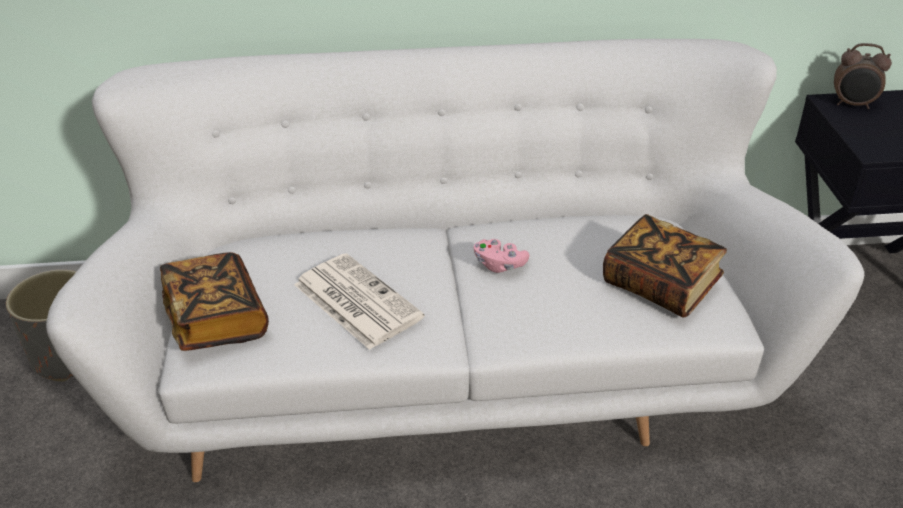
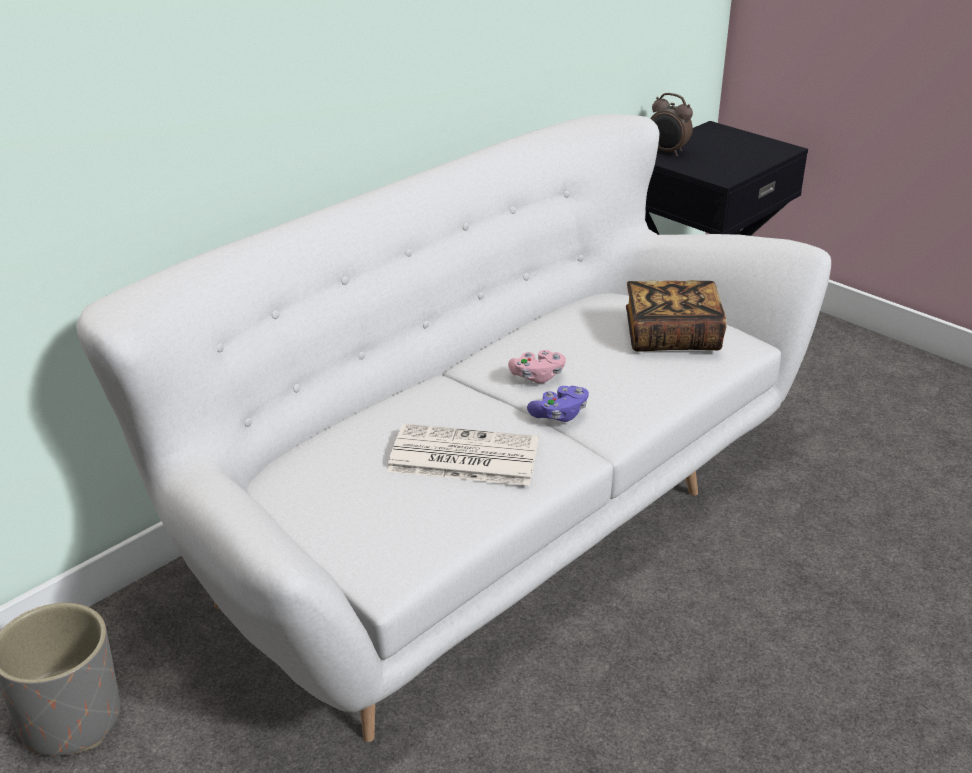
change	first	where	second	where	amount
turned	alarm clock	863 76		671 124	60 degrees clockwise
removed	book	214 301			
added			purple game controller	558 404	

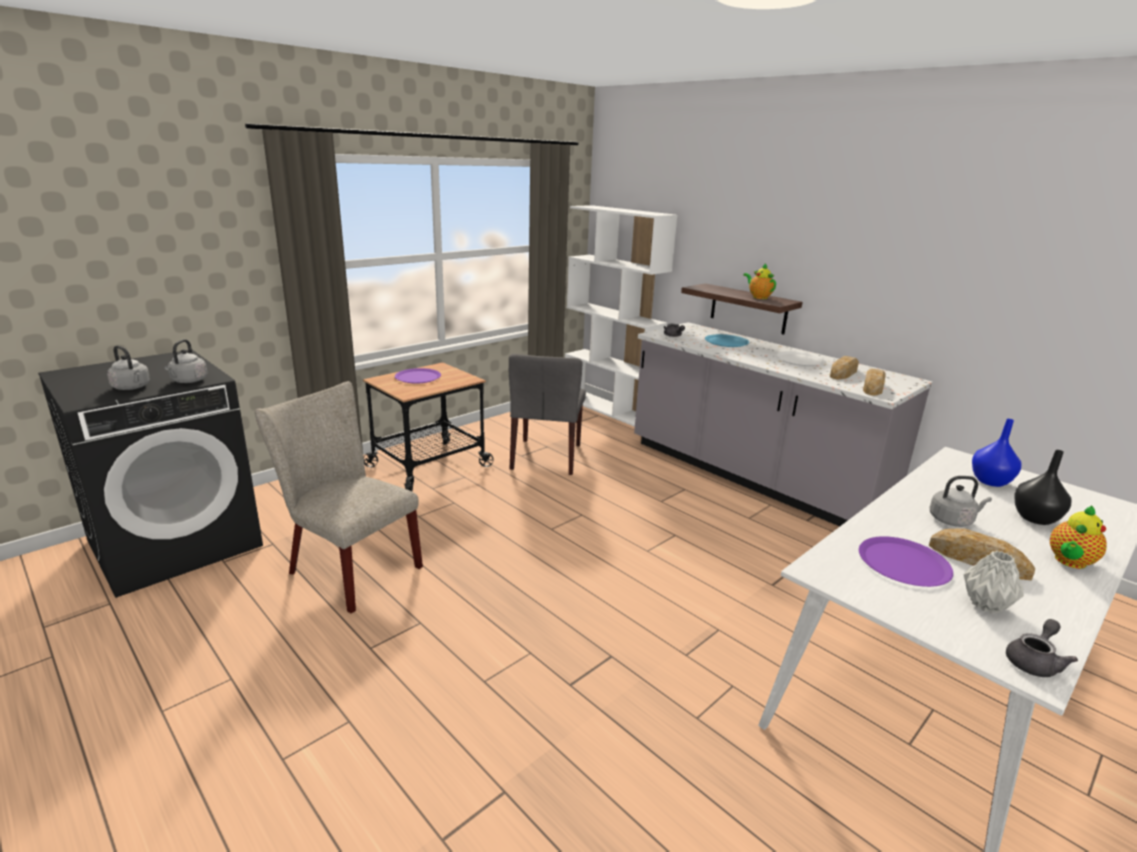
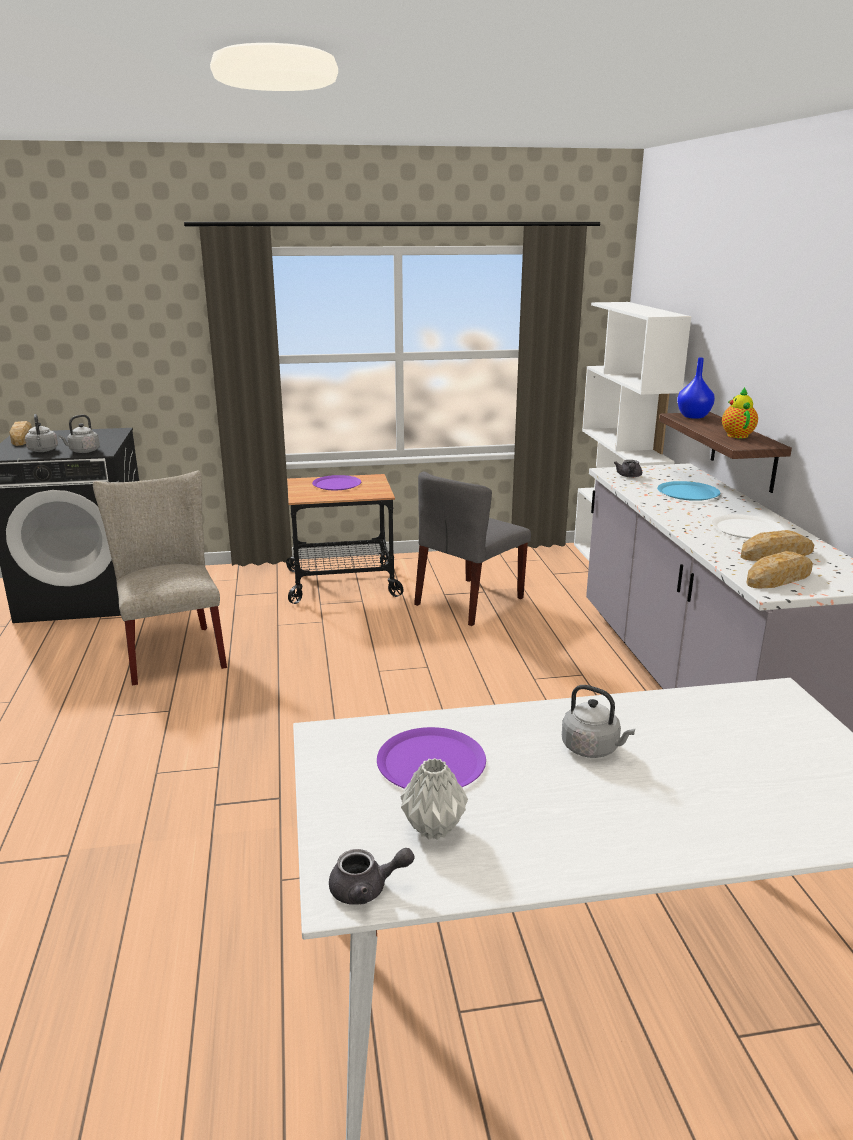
change	first	where	second	where	amount
moved	blue vase	997 453		696 388	
removed	black vase	1043 487			
removed	teapot	1078 537			
moved	bread	982 554		20 433	

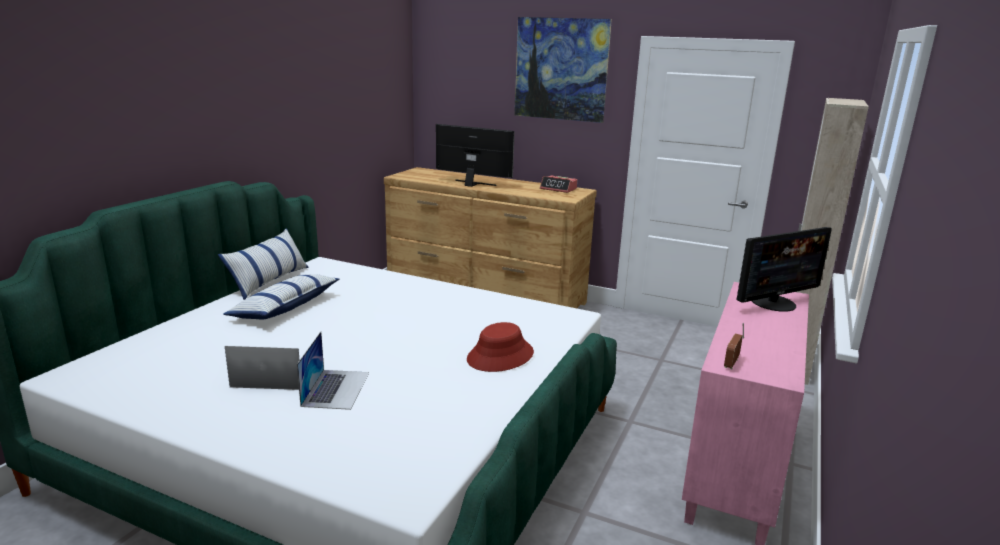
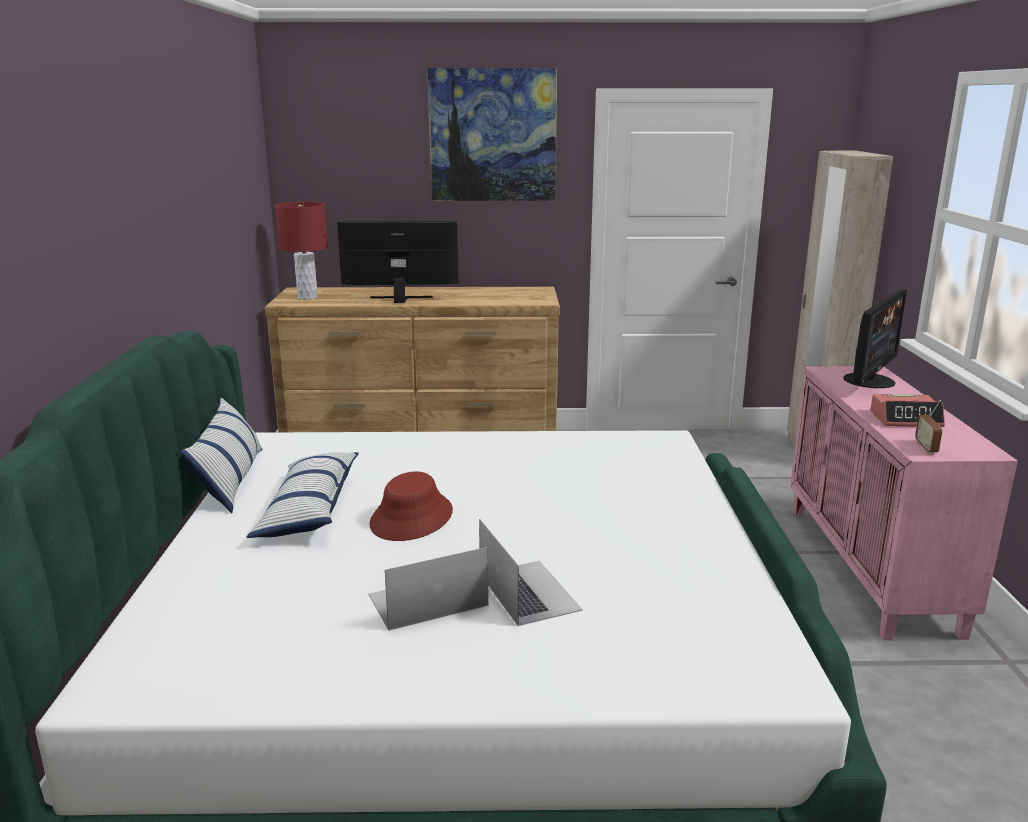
change	first	where	second	where	amount
moved	alarm clock	558 184		907 410	
moved	red hat	500 347		411 506	
added			red table lamp	301 251	

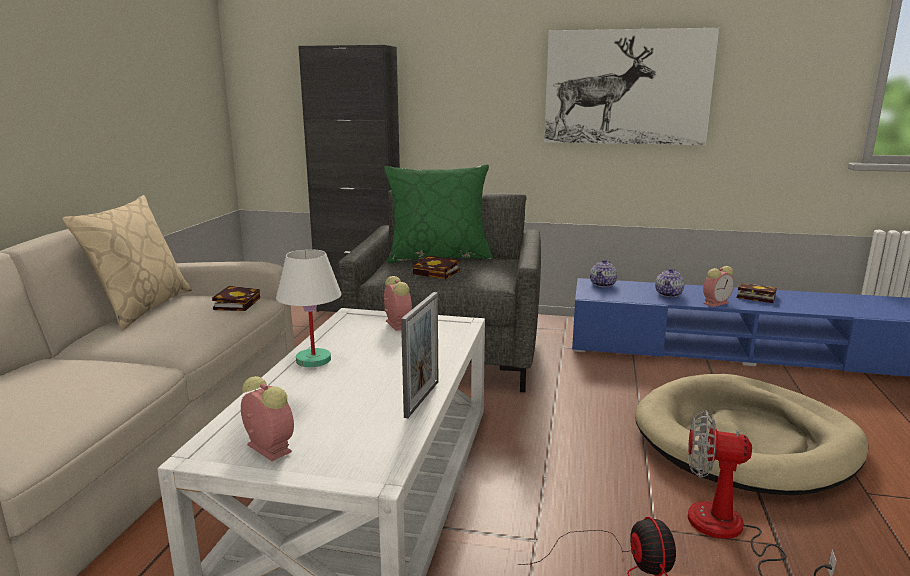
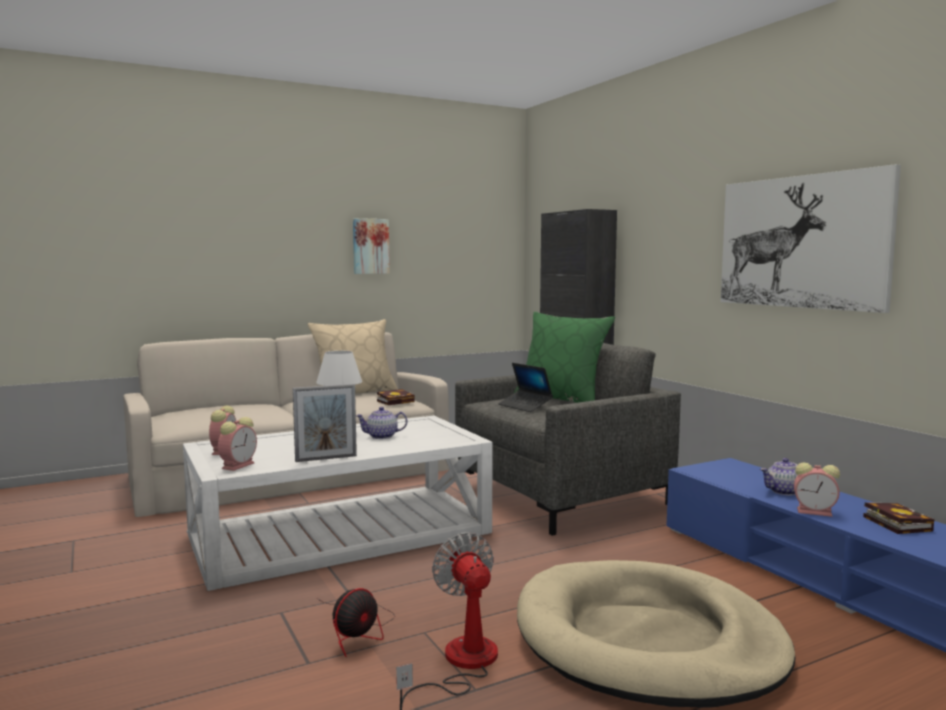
change	first	where	second	where	amount
replaced	book	436 267	laptop	526 387	
moved	teapot	603 273		381 423	
moved	alarm clock	398 303		237 444	
added			picture	371 246	

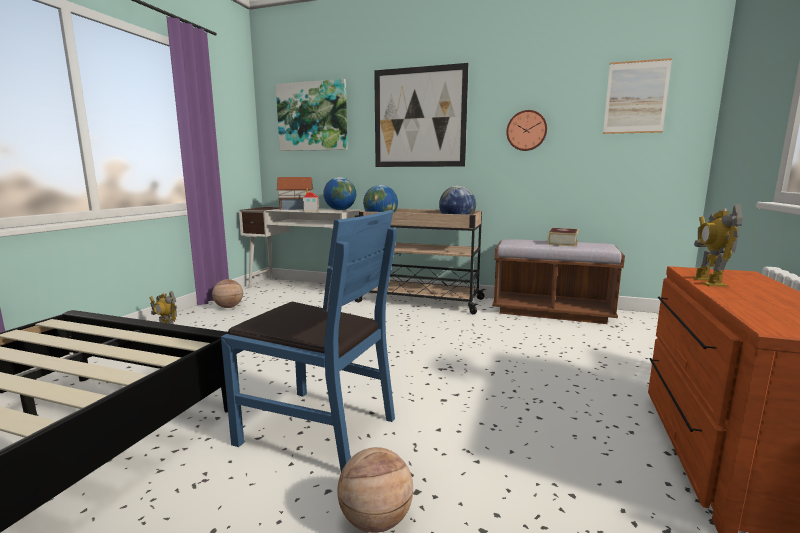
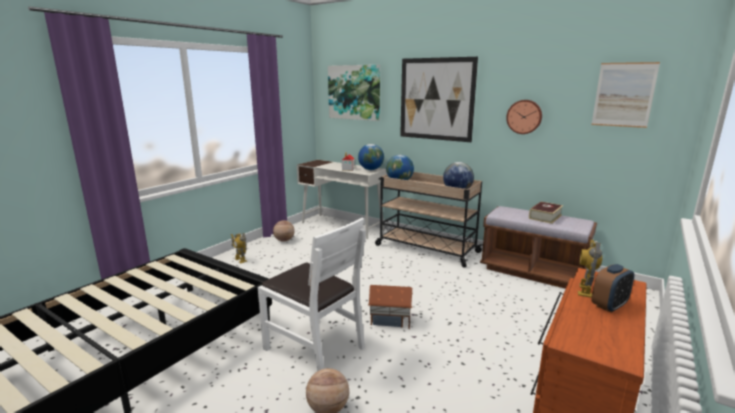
change	first	where	second	where	amount
moved	toy house	295 193		390 307	
recoloured	blue chair	309 341	white chair	312 294	
added			alarm clock	613 288	

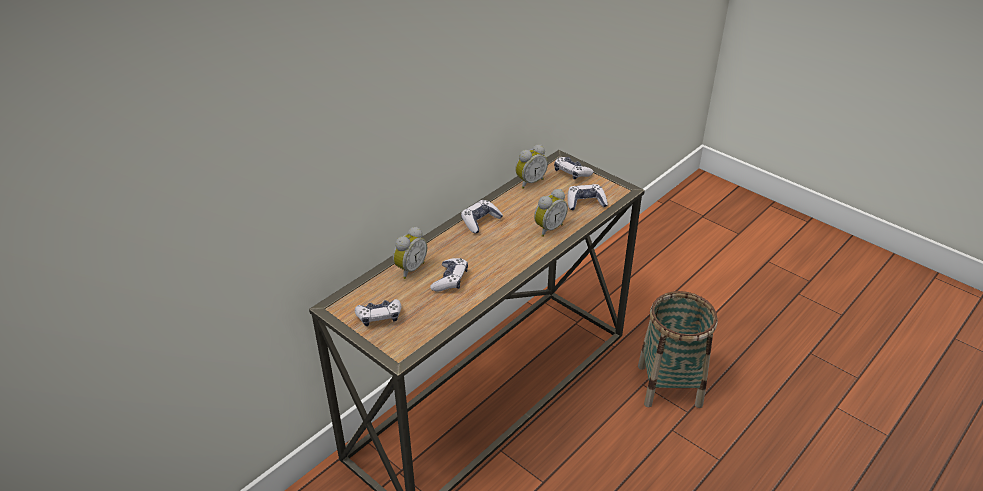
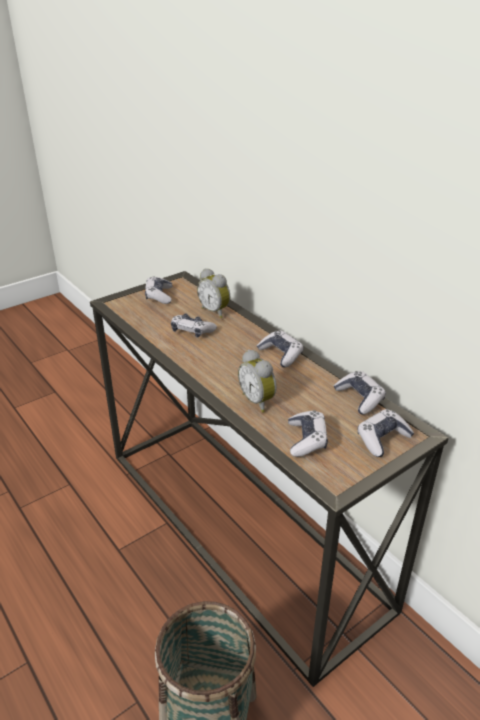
change	first	where	second	where	amount
replaced	alarm clock	531 167	game controller	360 393	

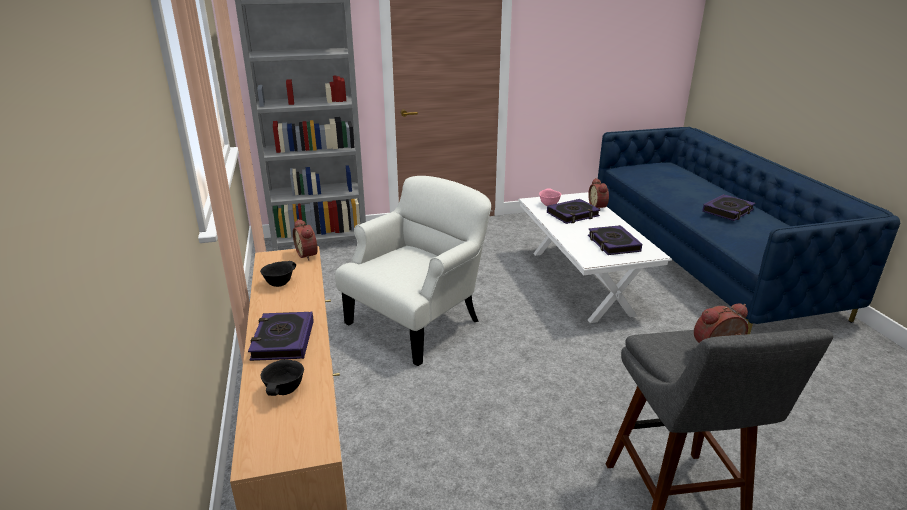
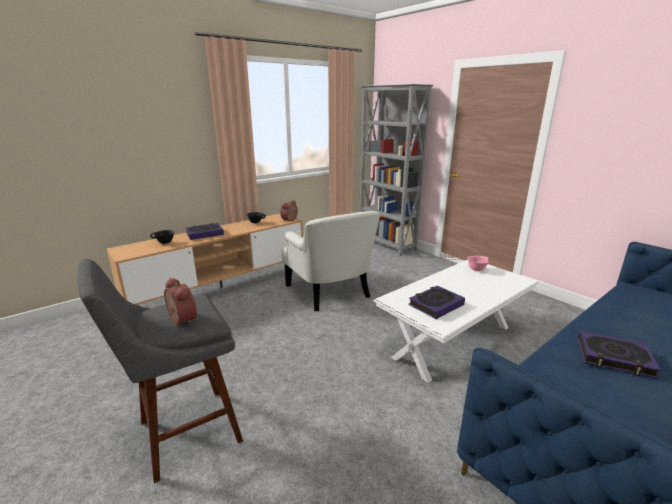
change	first	where	second	where	amount
turned	white armchair	413 271		331 261	45 degrees clockwise
removed	alarm clock	598 194			
removed	book	573 211			

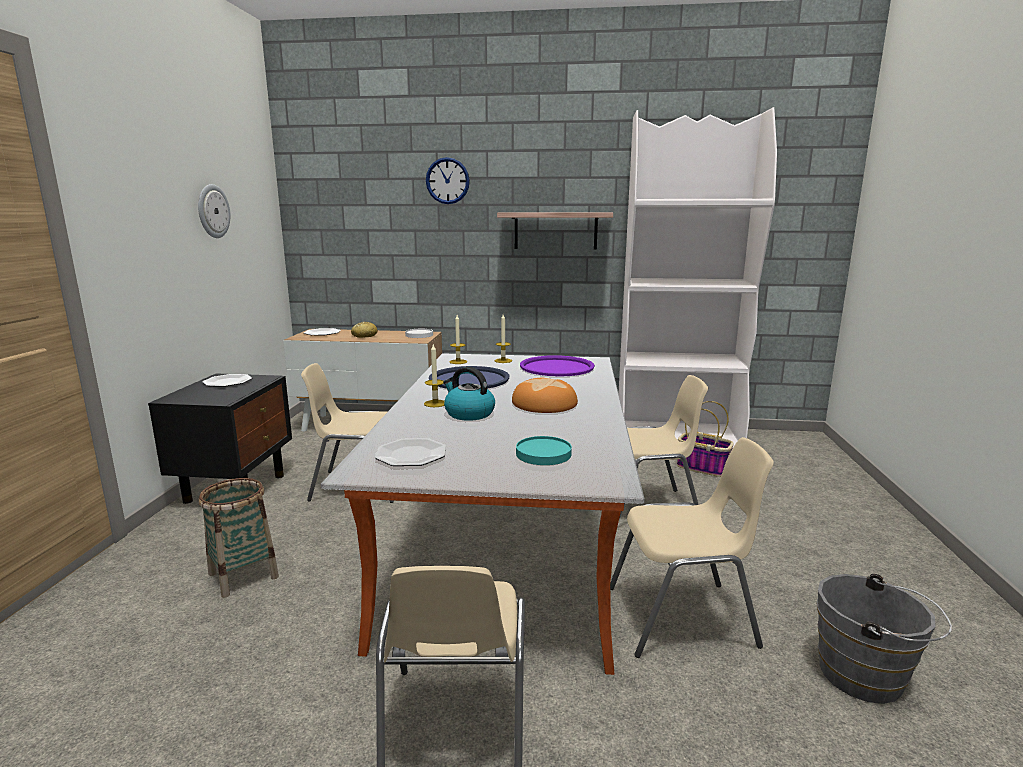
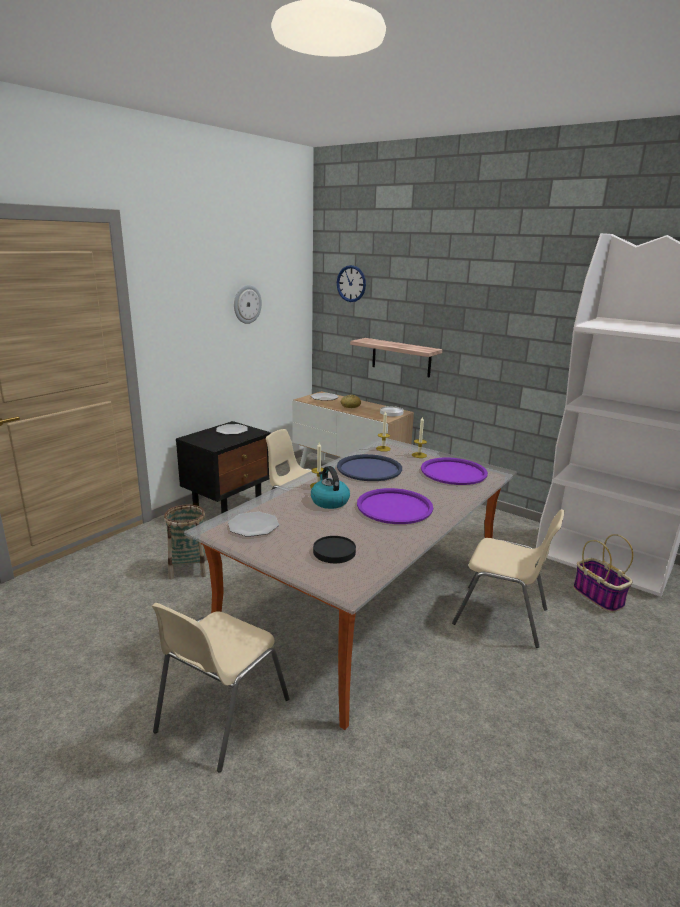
change	first	where	second	where	amount
moved	wall clock	448 180		351 283	
moved	shelf	555 230		396 357	
replaced	bread	545 395	purple tray	395 506	
recoloured	turquoise plate	544 450	black plate	334 549	
removed	beige chair	692 547			
removed	grey bucket	884 639			

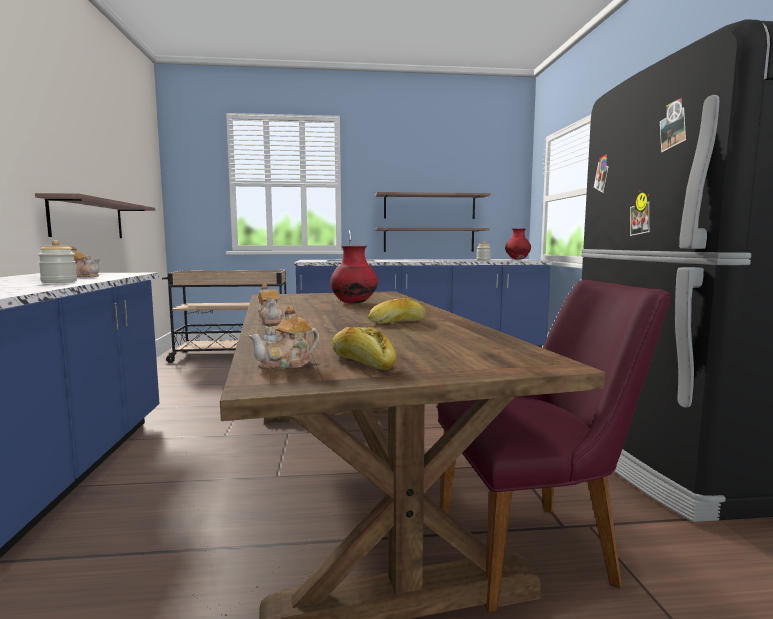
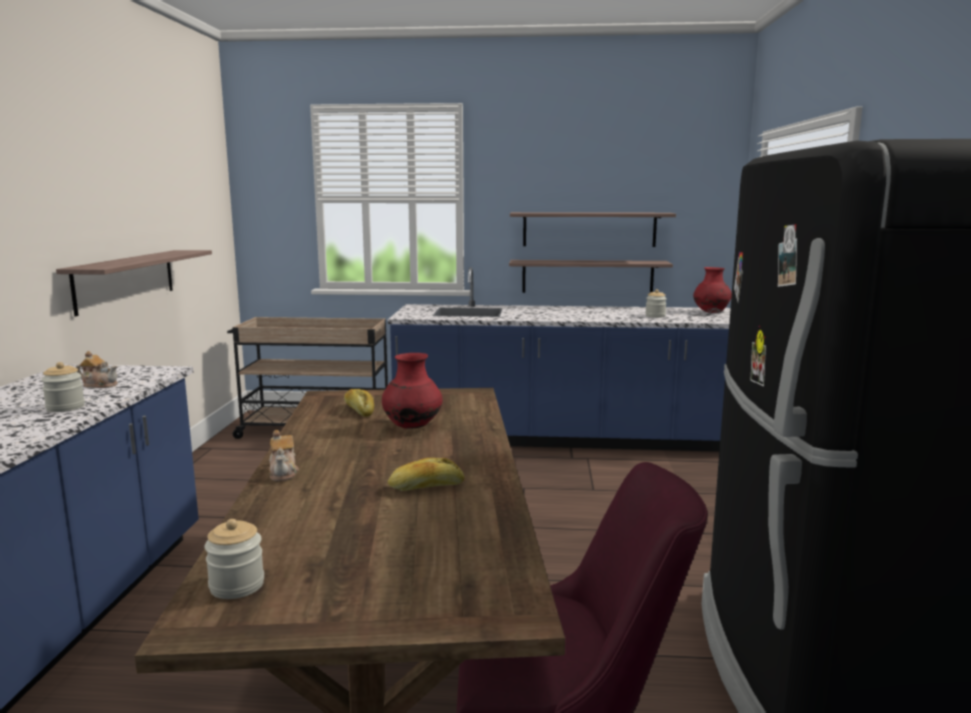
change	first	where	second	where	amount
replaced	teapot	284 338	jar	234 559	
moved	bread	363 348		359 403	

